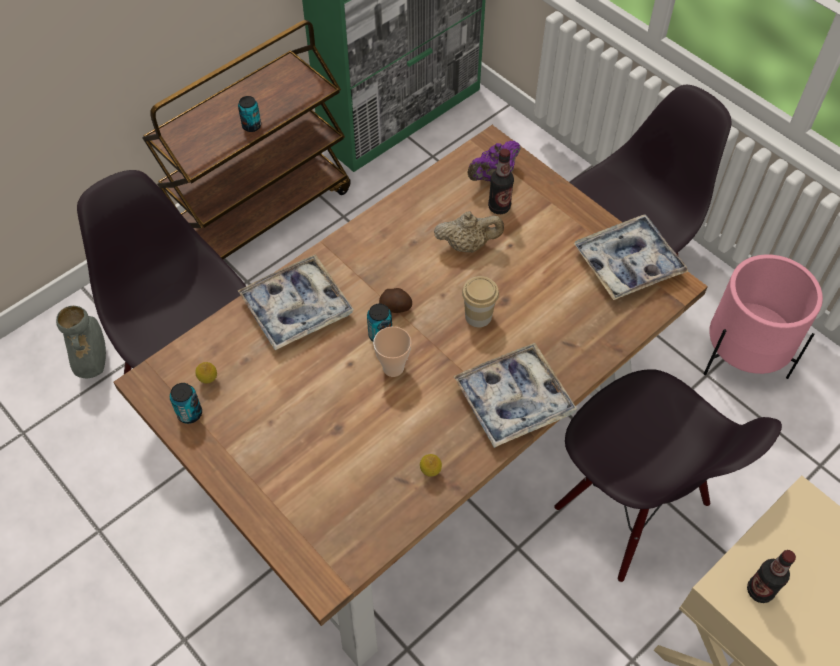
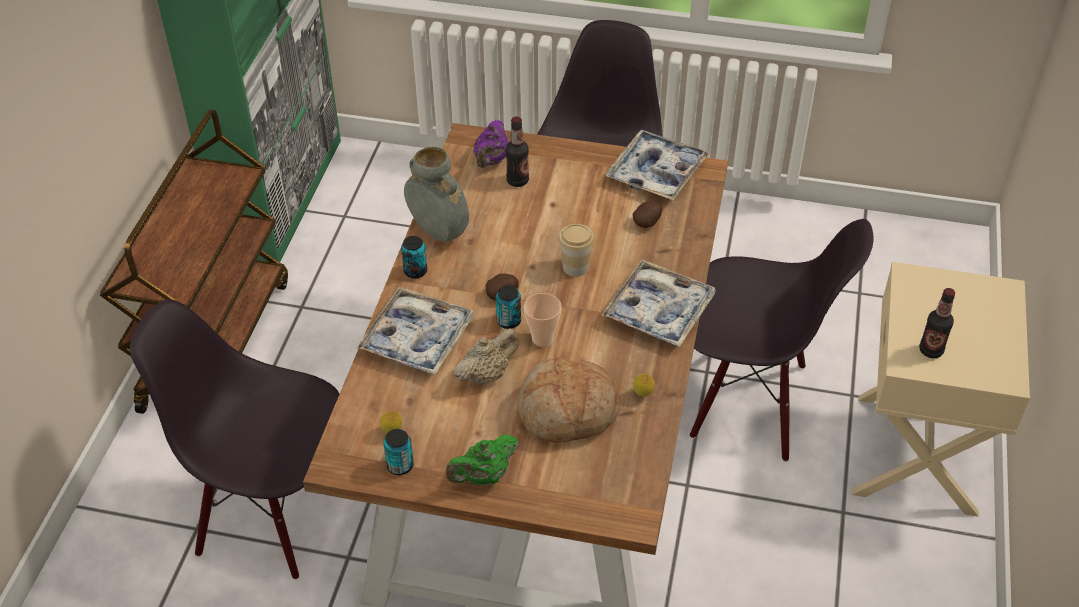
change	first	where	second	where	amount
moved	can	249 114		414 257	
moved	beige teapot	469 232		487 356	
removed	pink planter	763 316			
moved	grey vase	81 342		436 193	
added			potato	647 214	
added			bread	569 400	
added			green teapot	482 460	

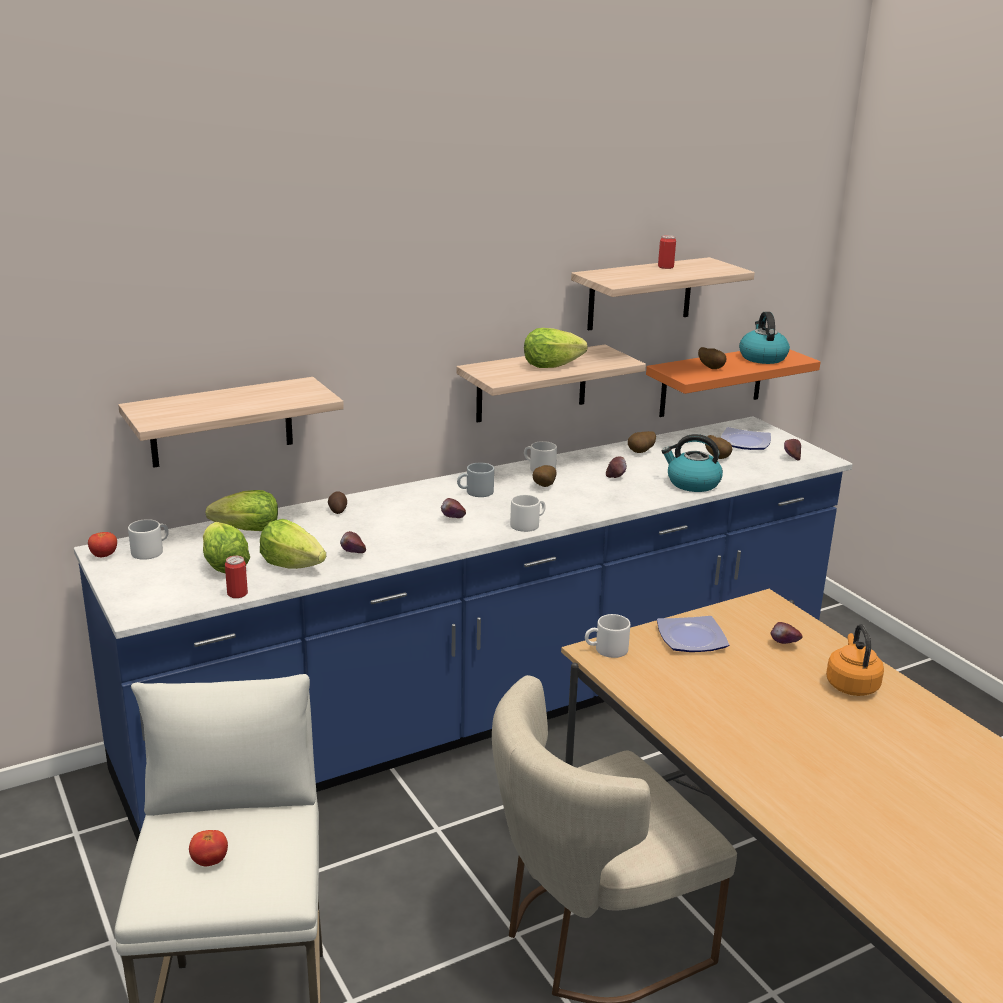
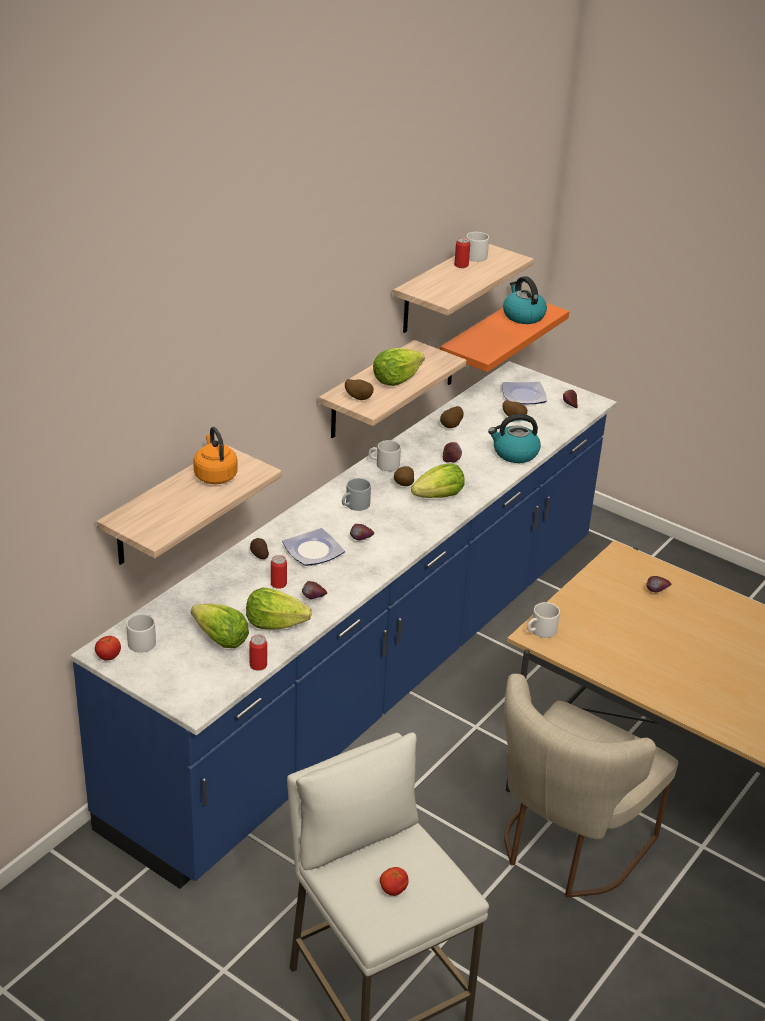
change	first	where	second	where	amount
moved	potato	712 358		359 389	
moved	lettuce	241 510		438 480	
moved	white mug	527 513		477 247	
moved	plate	693 634		313 547	
moved	orange kettle	855 660		215 455	
added			can	279 572	

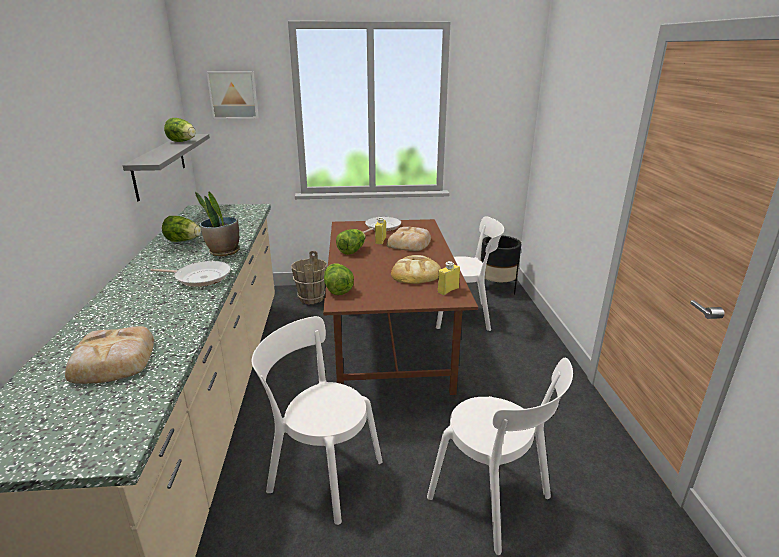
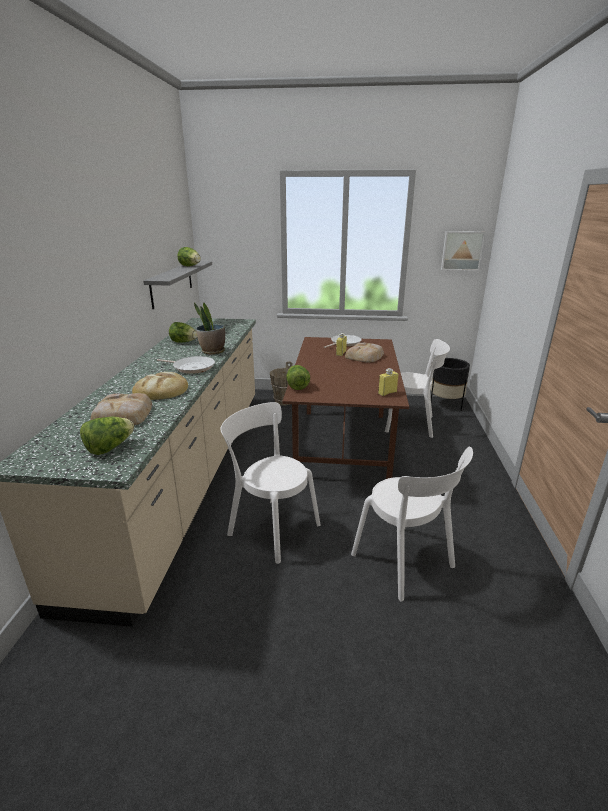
change	first	where	second	where	amount
moved	picture	232 95		463 251	
moved	lettuce	351 242		107 436	
moved	bread	416 269		160 386	

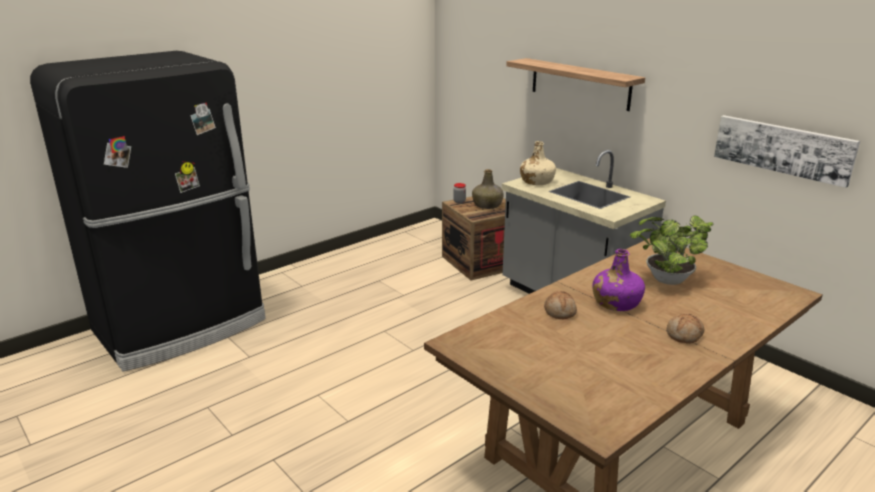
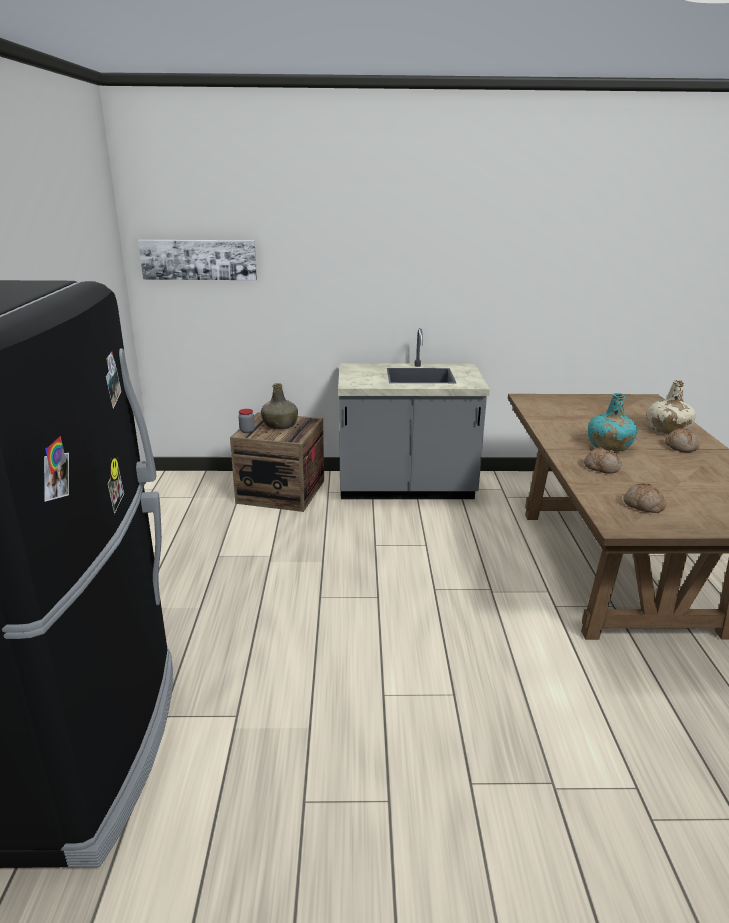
change	first	where	second	where	amount
removed	shelf	575 84			
moved	picture	787 151		197 260	
moved	beige bottle	538 163		672 407	
removed	potted plant	671 250			
recoloured	purple bottle	619 280	turquoise bottle	612 422	
added			bread	644 498	

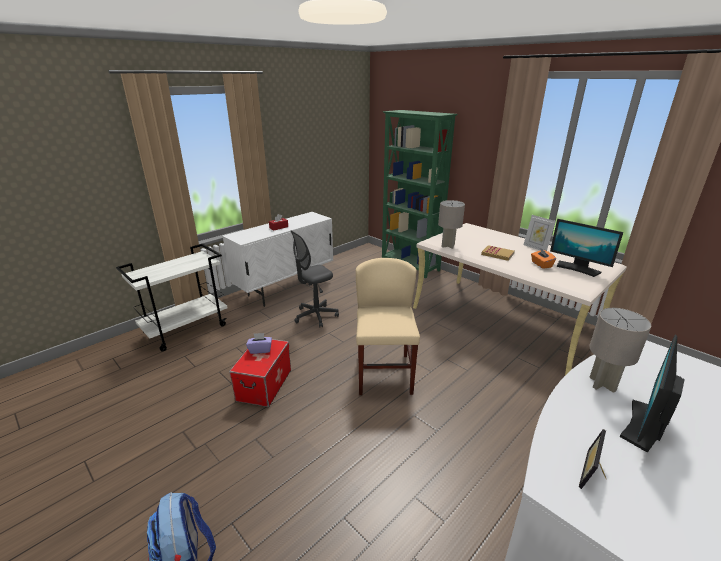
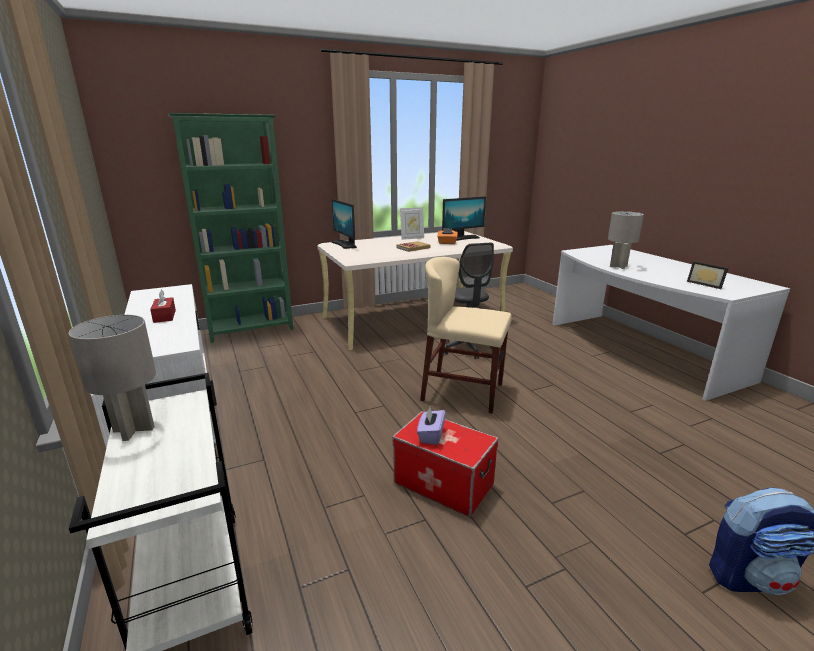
change	first	where	second	where	amount
moved	grey table lamp	451 224		112 378	
moved	grey office chair	315 279		469 301	
moved	monitor	652 394		344 224	

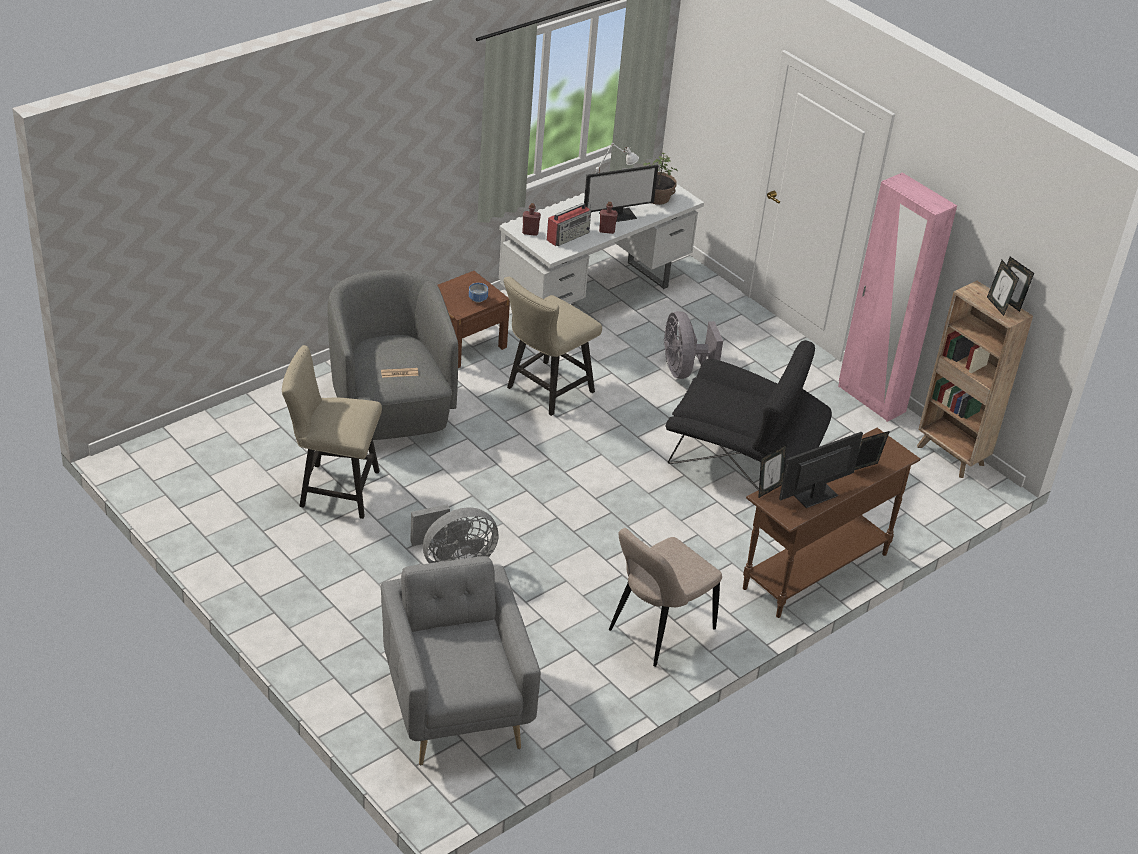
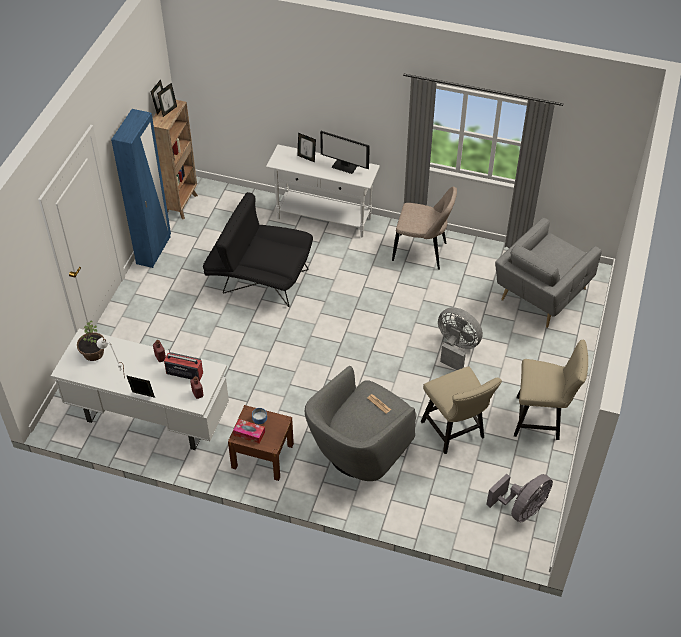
change	first	where	second	where	amount
removed	monitor	621 193			
recoloured	pink wardrobe	897 297	blue wardrobe	141 188	
moved	beige chair	553 346		551 390	
moved	grey fan	693 345		519 498	
turned	black armchair	748 415		258 249	60 degrees counterclockwise
recoloured	brown console table	832 523	white console table	323 191	
moved	picture frame	772 471		140 386	
added			tissue box	249 431	

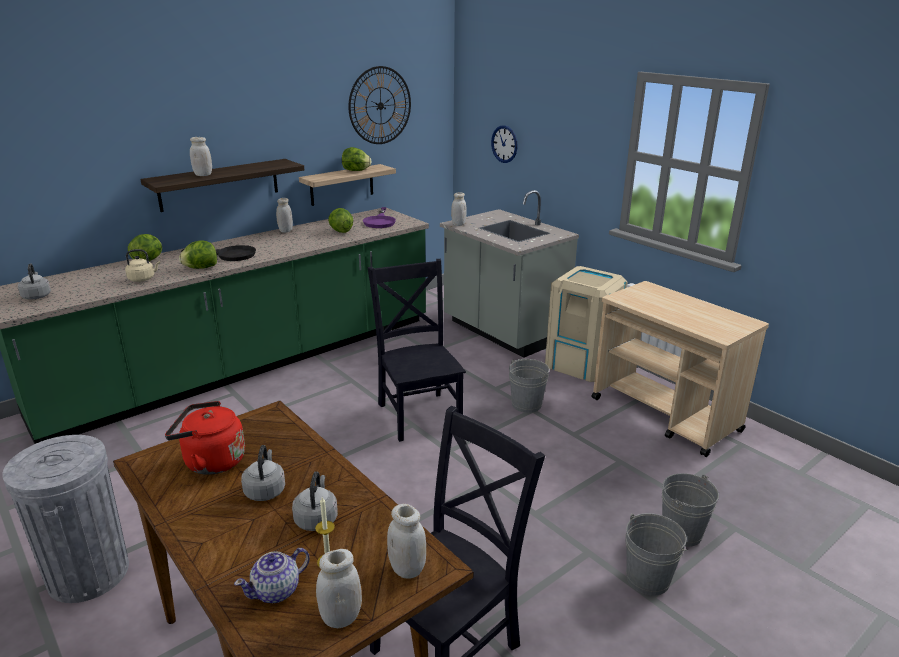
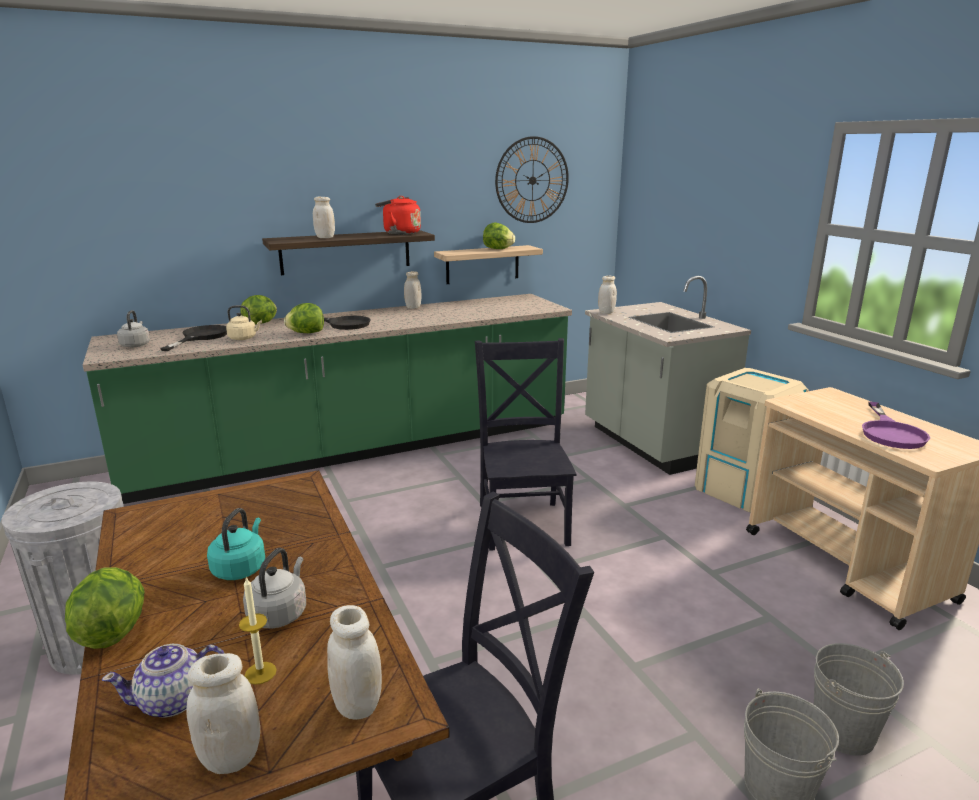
change	first	where	second	where	amount
removed	wall clock	504 144			
moved	purple frying pan	379 217		896 425	
moved	lettuce	340 220		105 608	
removed	grey bucket	529 386			
moved	red kettle	205 438		398 215	
recoloured	grey kettle	263 473	turquoise kettle	236 544	
added			black frying pan	193 338	

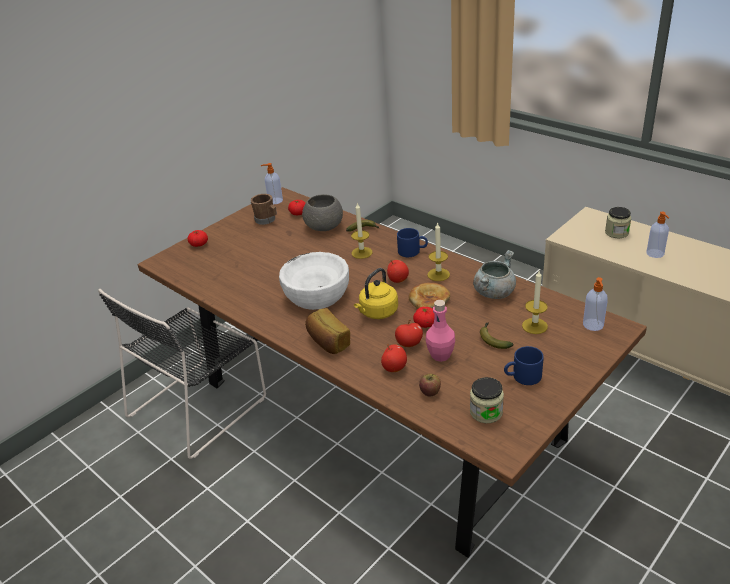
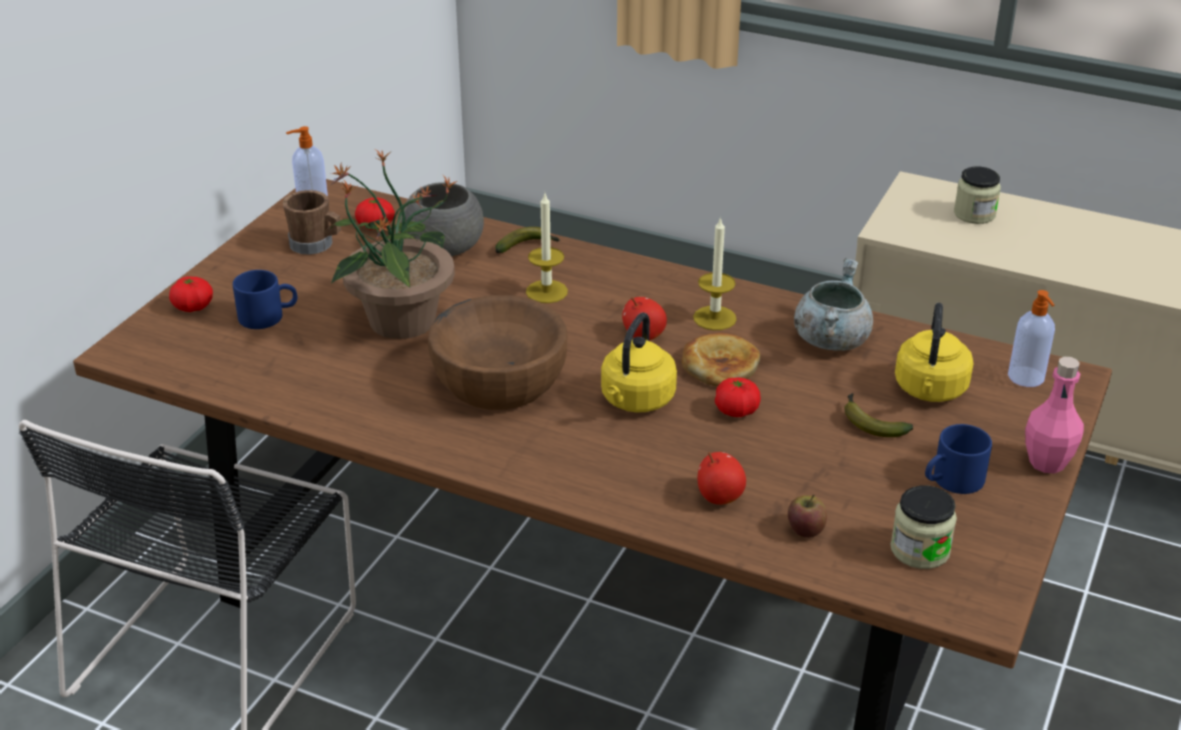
change	first	where	second	where	amount
removed	soap dispenser	657 235			
moved	blue mug	412 242		265 299	
recoloured	white bowl	314 281	brown bowl	497 352	
replaced	candle	535 302	yellow kettle	934 352	
moved	pink bottle	440 331		1054 415	
removed	bread	327 331			
removed	apple	409 333			
added			potted plant	394 244	

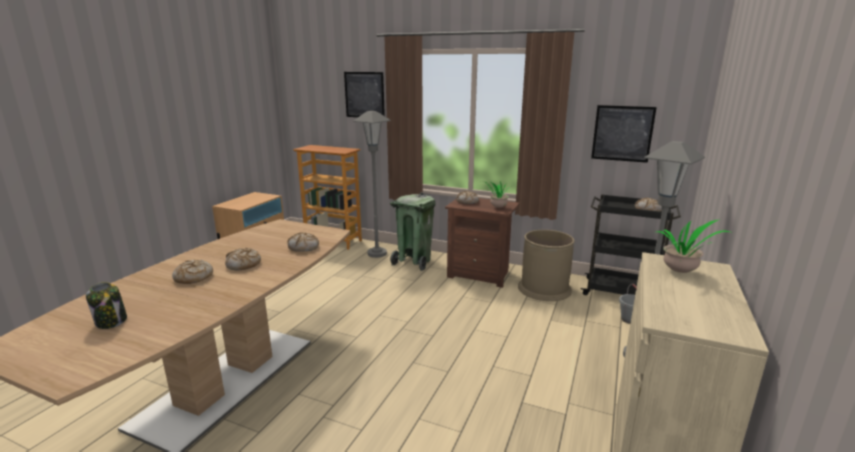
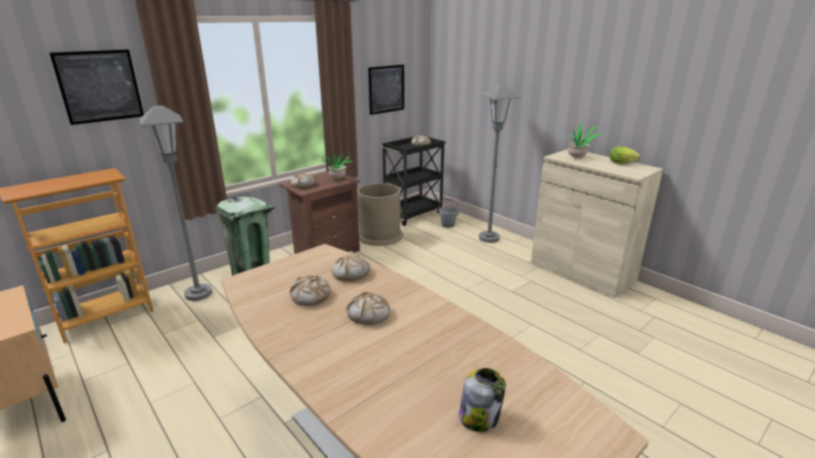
change	first	where	second	where	amount
moved	bread	192 271		310 290	
added			lettuce	625 155	

